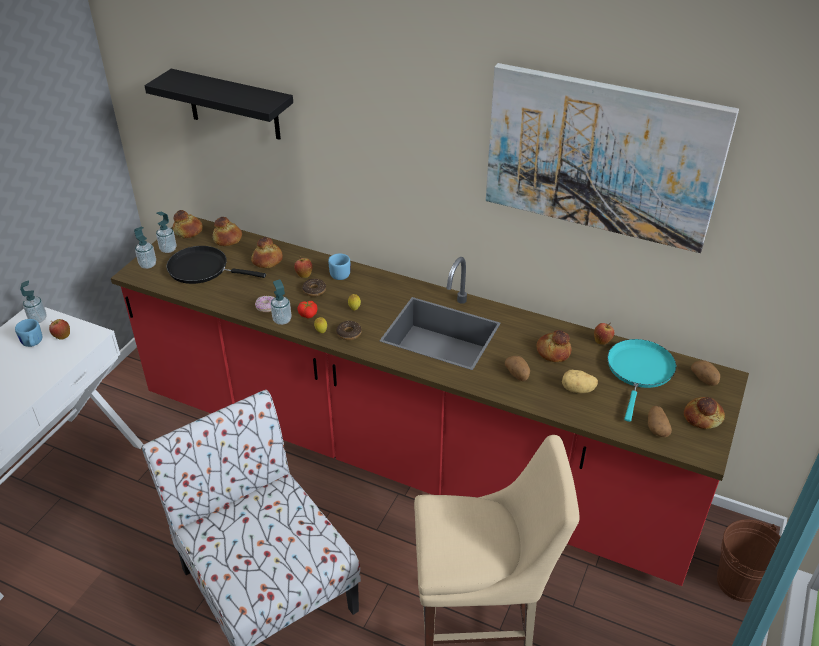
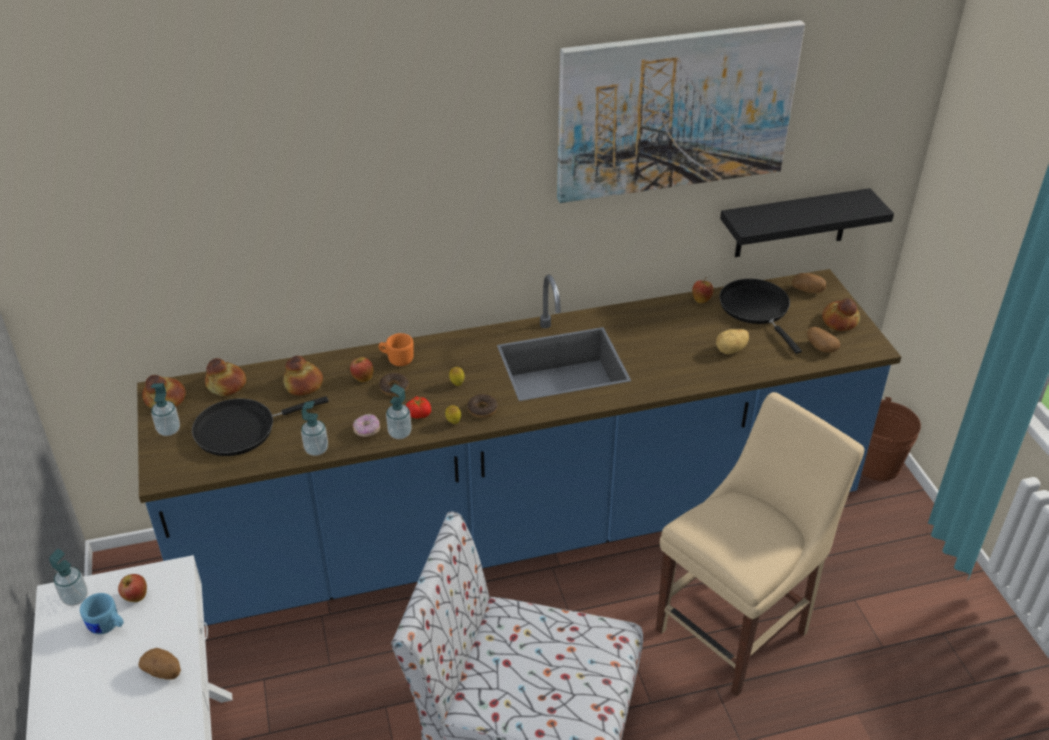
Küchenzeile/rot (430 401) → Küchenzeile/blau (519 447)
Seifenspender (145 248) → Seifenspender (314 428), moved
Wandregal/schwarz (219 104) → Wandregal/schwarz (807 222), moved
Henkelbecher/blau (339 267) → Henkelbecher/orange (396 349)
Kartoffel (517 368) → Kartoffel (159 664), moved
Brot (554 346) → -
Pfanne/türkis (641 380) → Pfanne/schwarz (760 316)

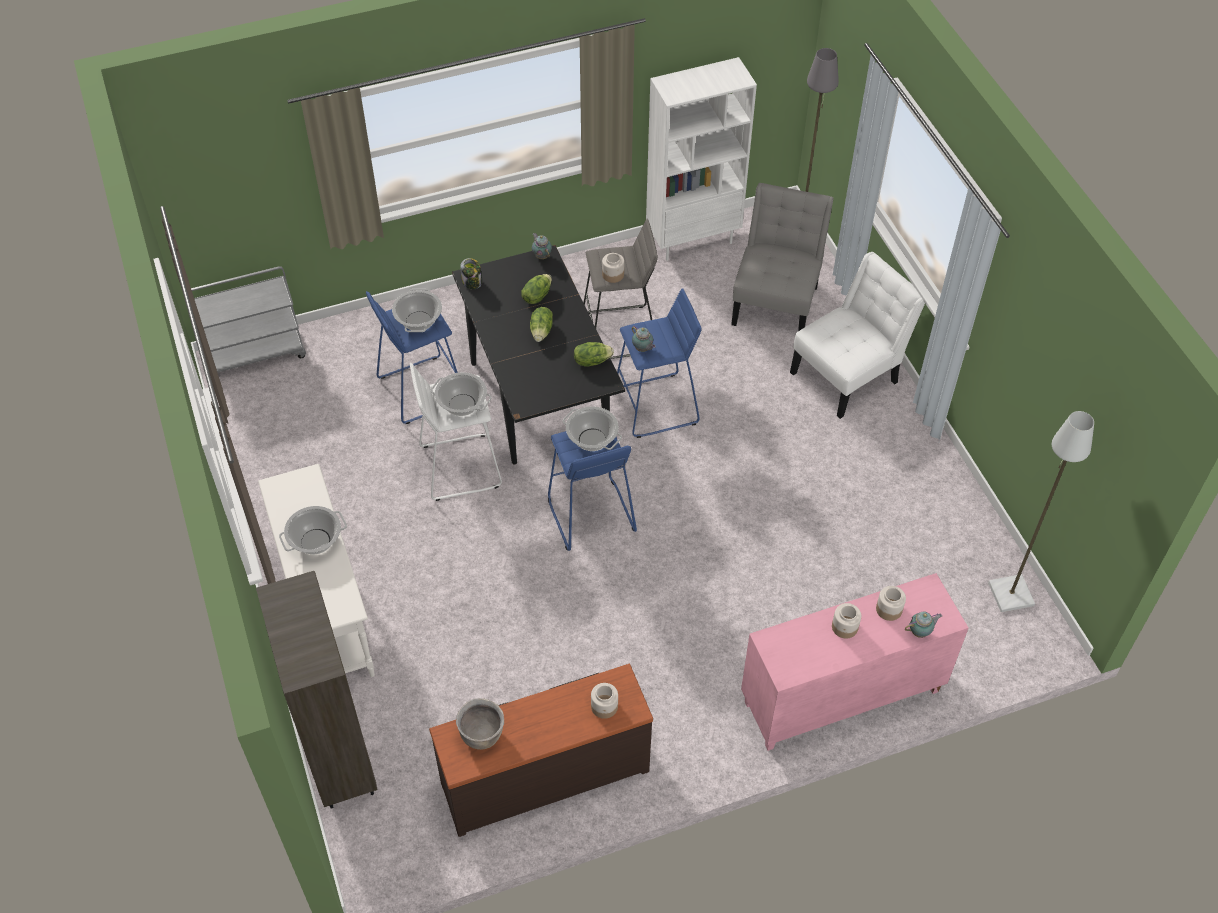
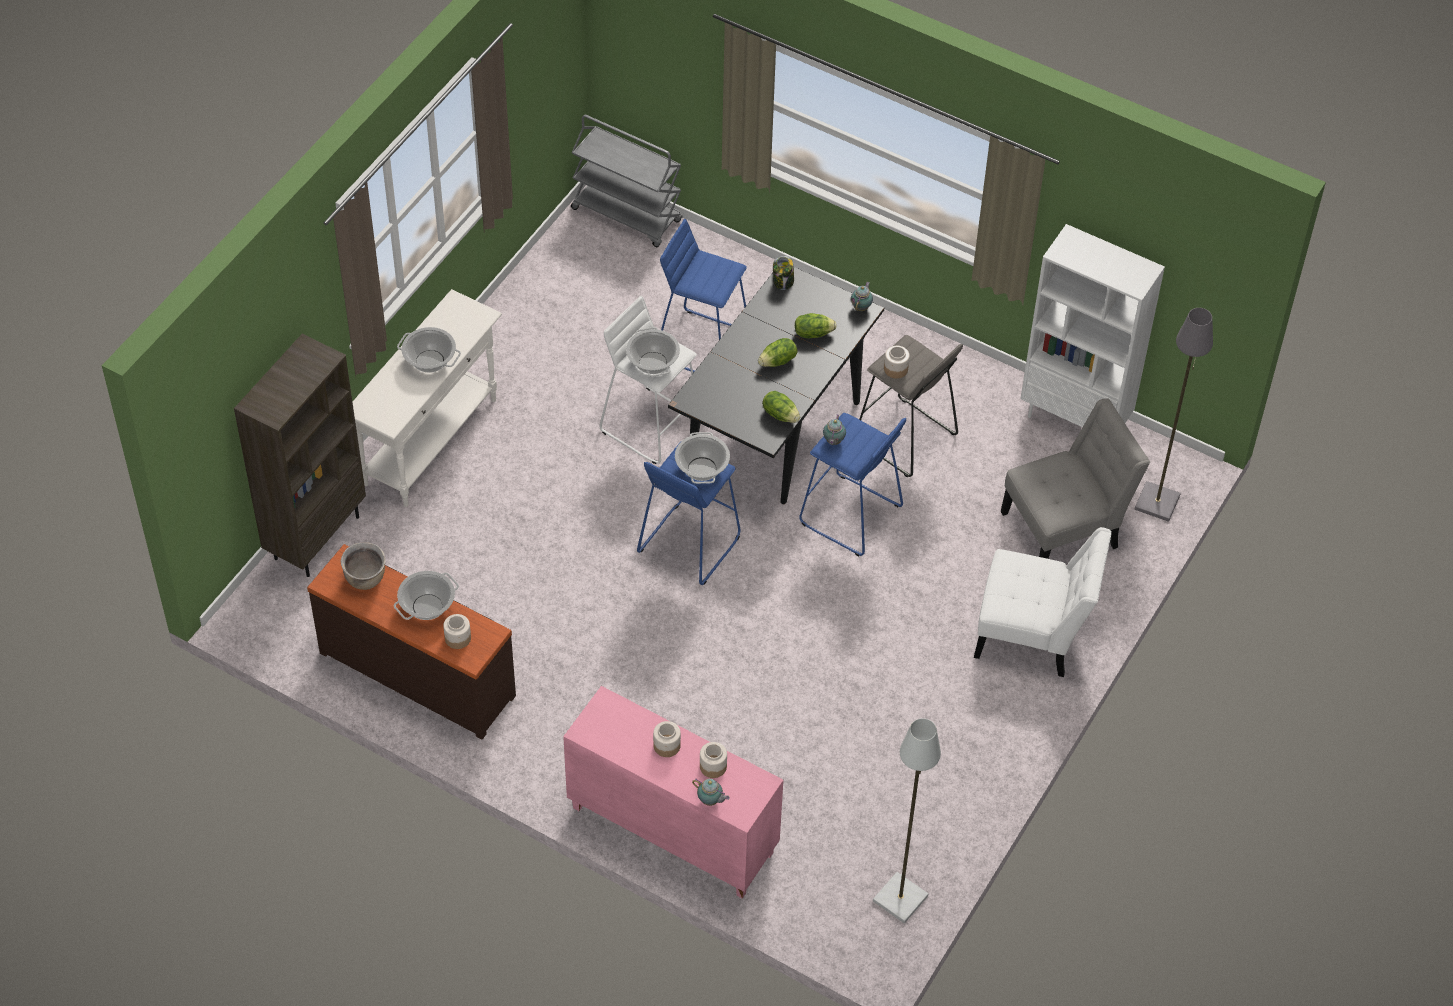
Kochtopf (417 310) → Kochtopf (426 595), moved

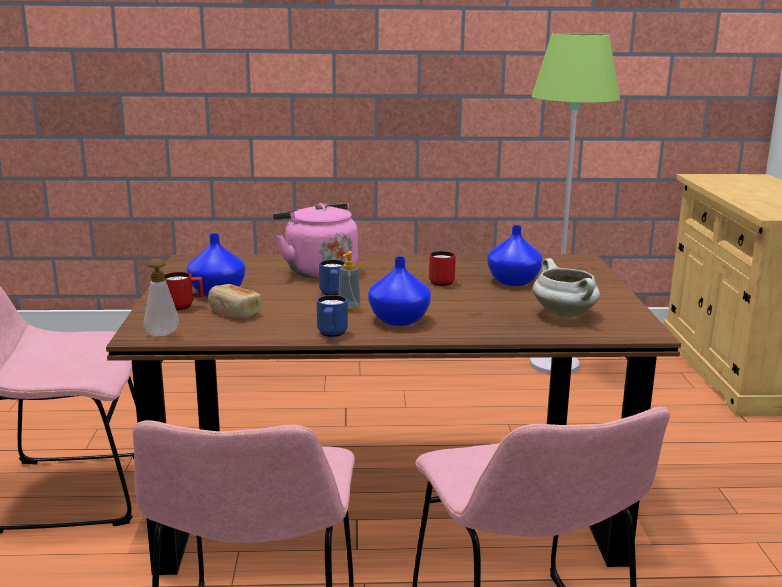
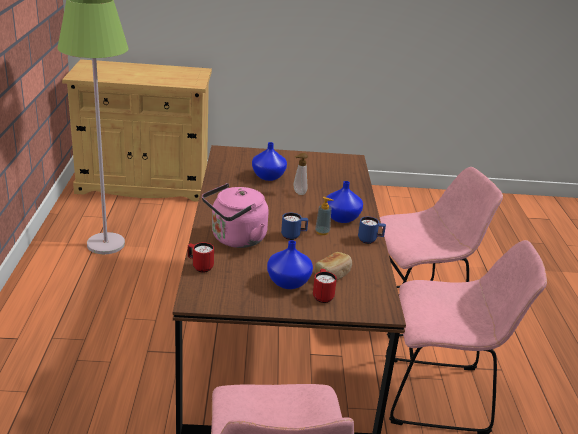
Seifenspender (161 297) → Seifenspender (301 174), moved
Henkelbecher/rot (442 268) → Henkelbecher/rot (201 257), moved
Kochtopf/weiß (566 288) → -

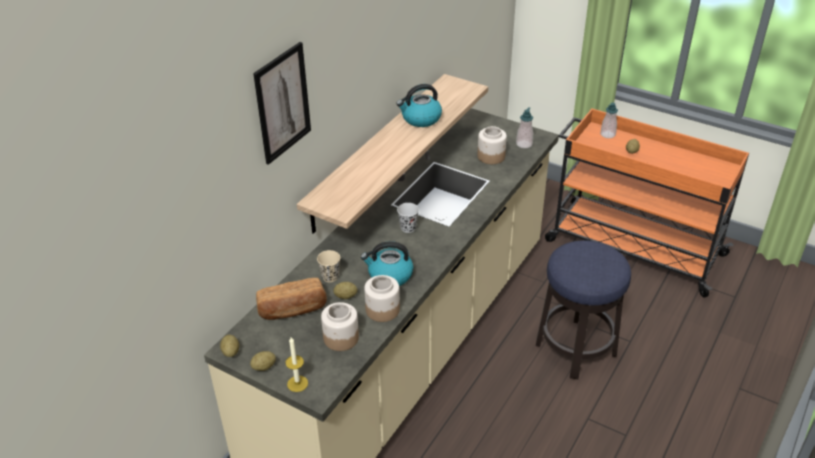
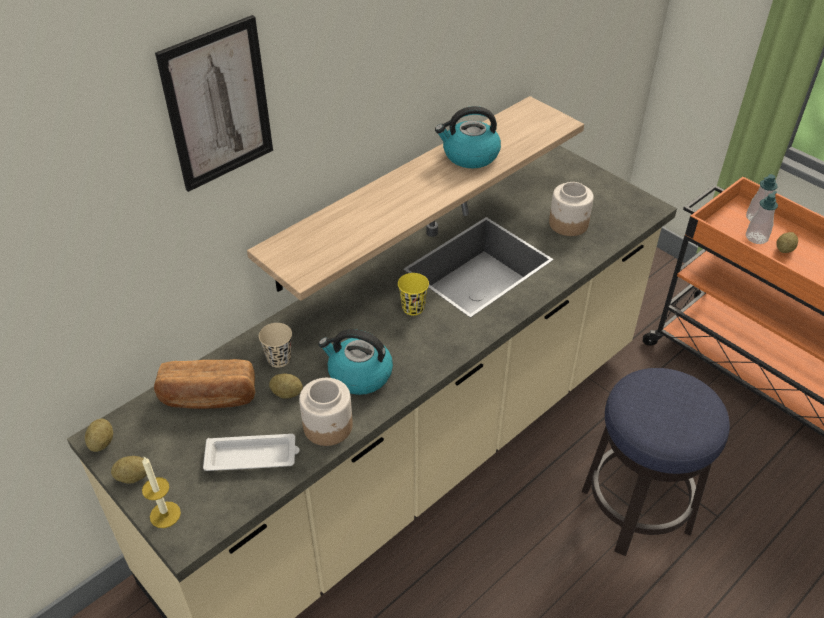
Vorratsglas (340 326) → Tablett/weiß (251 452)
Tasse/schwarz (408 218) → Tasse/gelb (413 294)
Seifenspender (524 127) → Seifenspender (762 217), moved

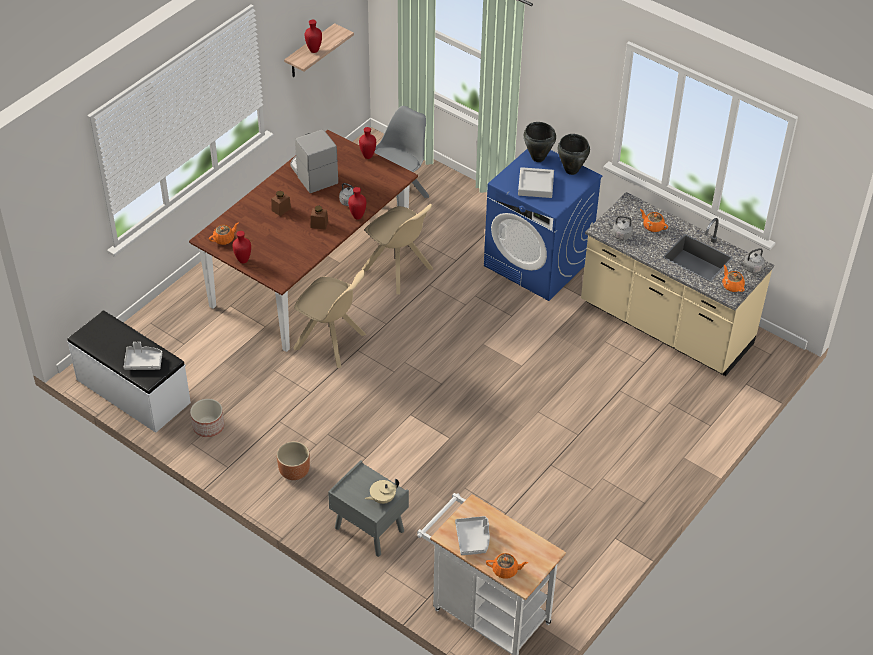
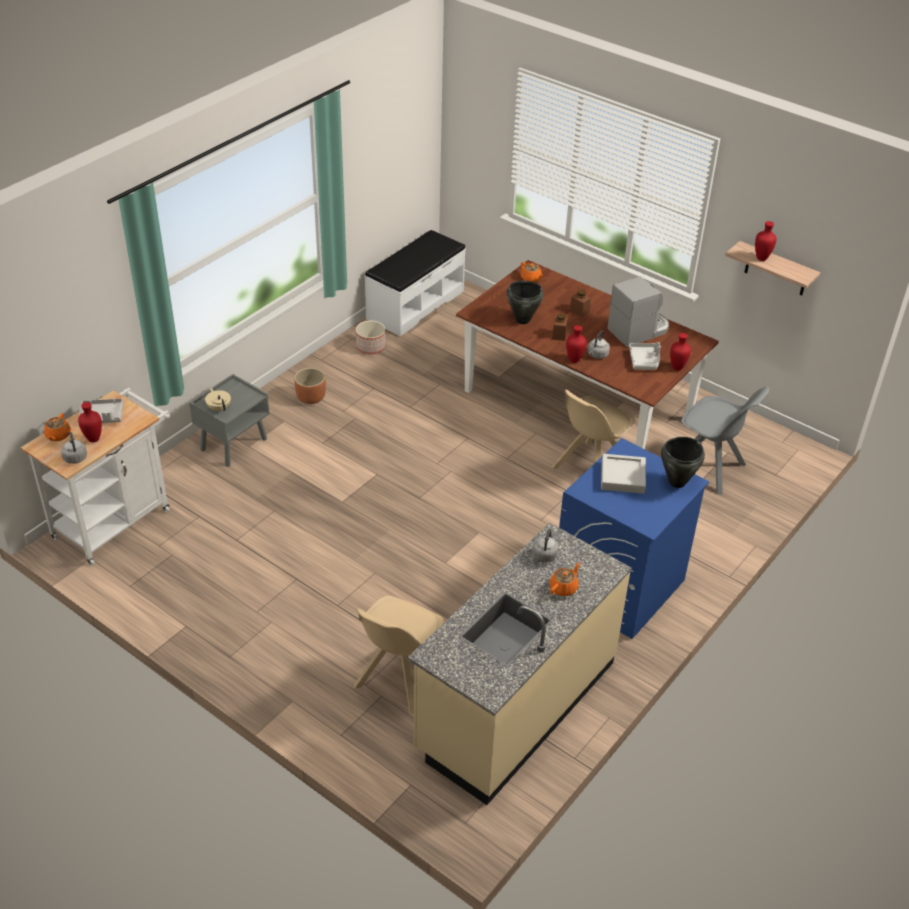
Tablett/grau (143 356) → Tablett/grau (645 356), moved
Vase/rot (241 247) → Vase/rot (90 422), moved
Stuhl/beige (329 319) → Stuhl/beige (399 655), moved
Kochtopf/schwarz (574 154) → Kochtopf/schwarz (525 302), moved
Teekanne/orange (733 278) → -
Wasserkessel/grau (752 260) → Wasserkessel/grau (74 448), moved

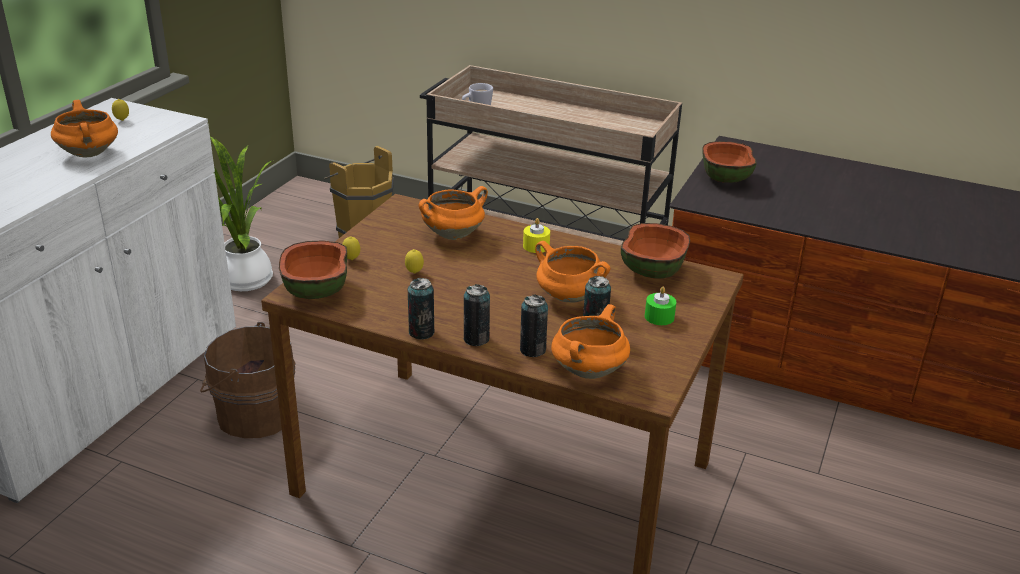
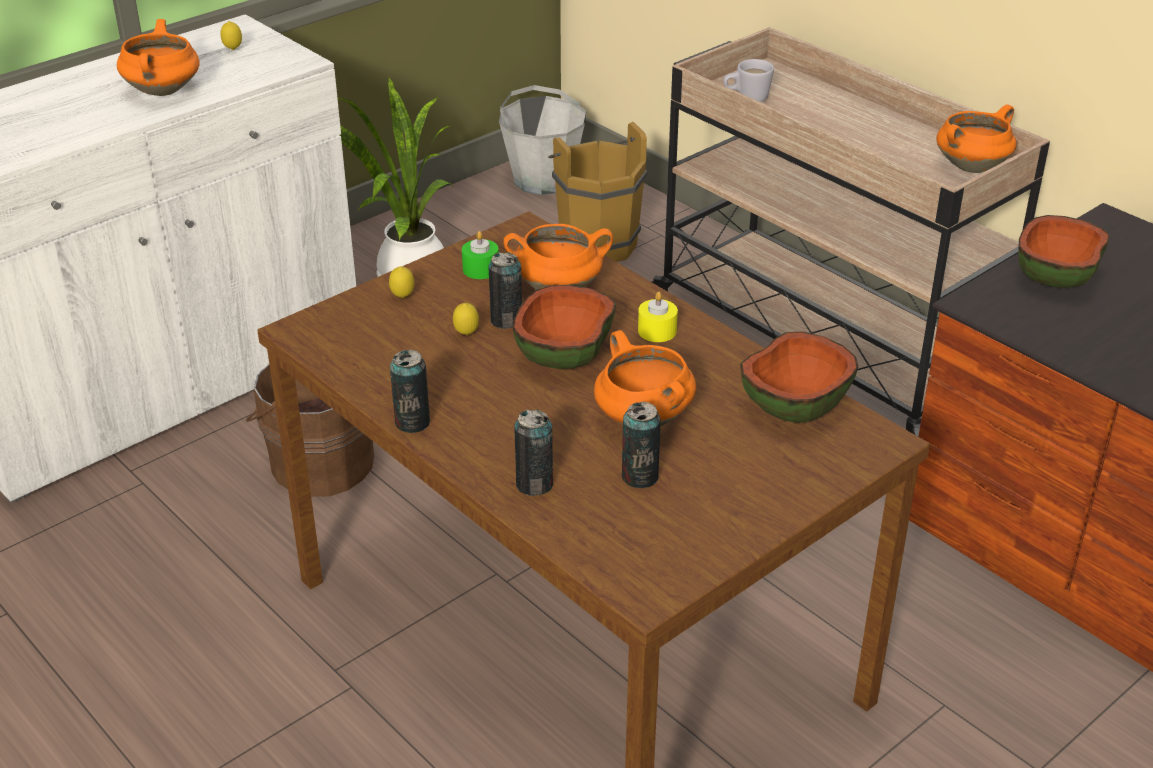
Schüssel (313 269) → Schüssel (564 327), moved
Dose (477 315) → Dose (505 290), moved
Kochtopf/orange (590 341) → Kochtopf/orange (976 138), moved
Kerze/grün (660 306) → Kerze/grün (480 255), moved
- → Eimer/grau (542 140)

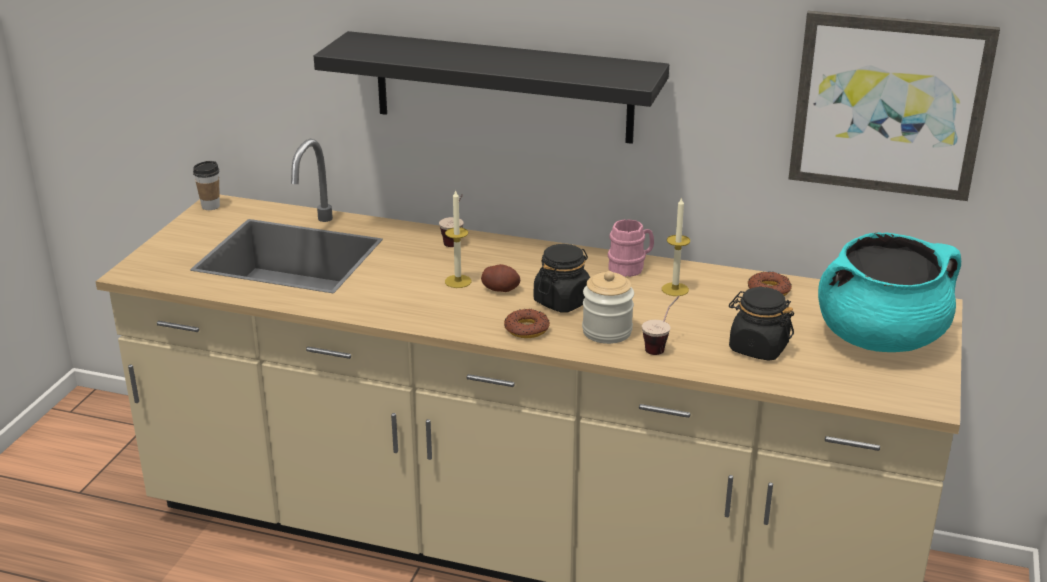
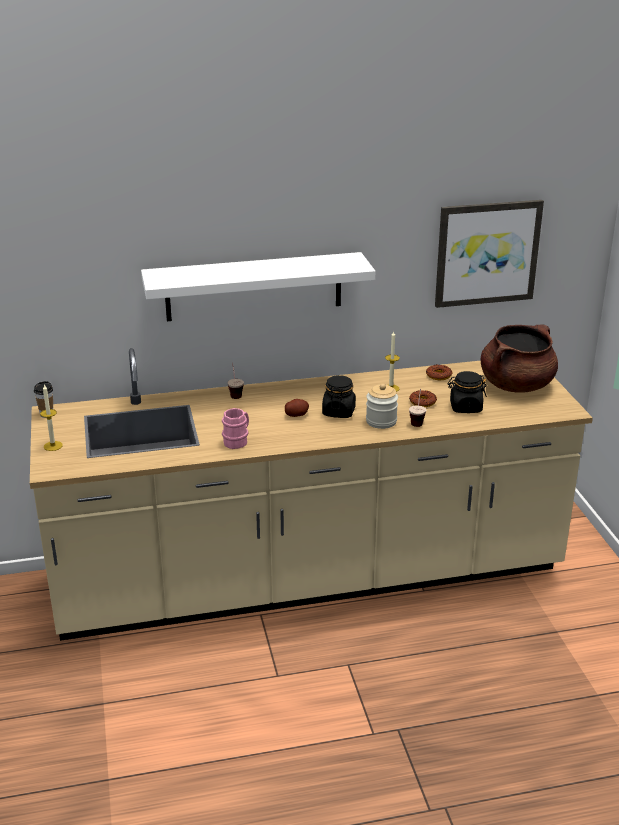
Wandregal/schwarz (491 87) → Wandregal/weiß (258 286)
Kerze (458 238) → Kerze (51 417), moved
Donut (527 323) → Donut (423 398), moved
Henkelbecher/rosa (631 248) → Henkelbecher/rosa (235 428), moved
Kochtopf/türkis (889 292) → Kochtopf/braun (519 359)

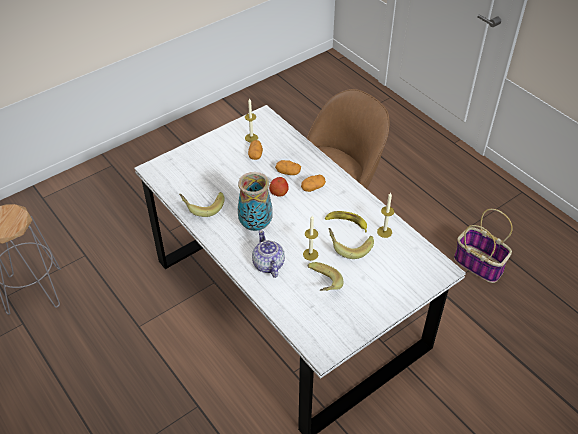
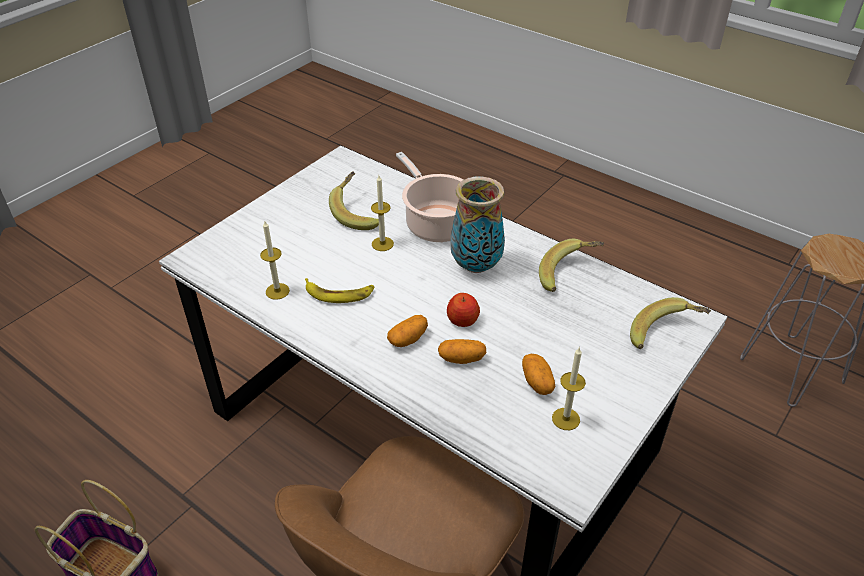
Teekanne (268 254) → Kochtopf (429 197)
Banane (351 243) → Banane (670 323), moved

